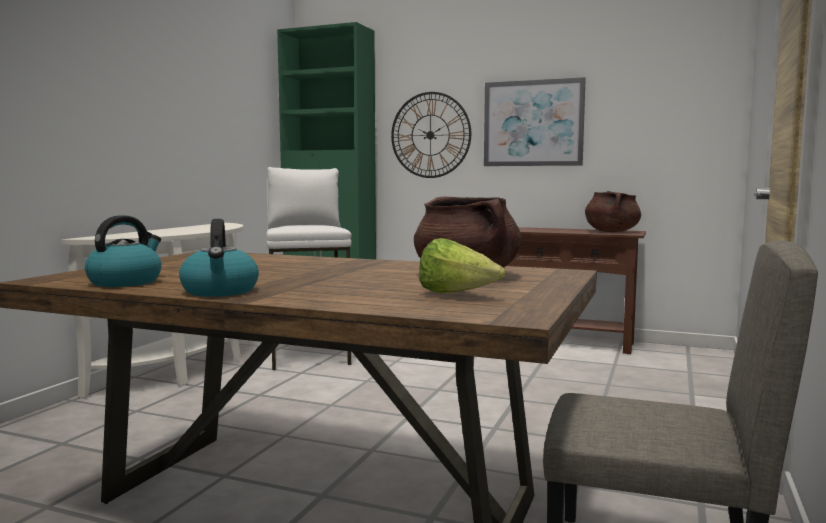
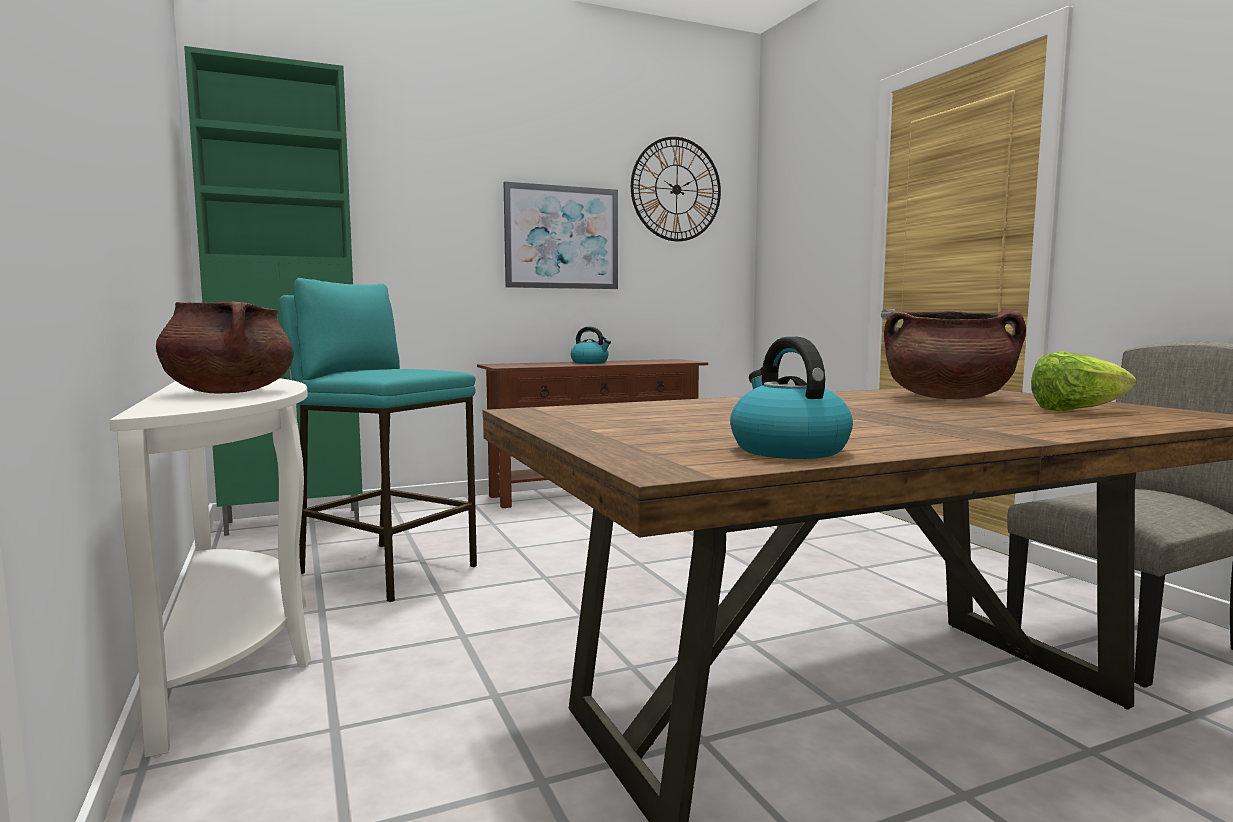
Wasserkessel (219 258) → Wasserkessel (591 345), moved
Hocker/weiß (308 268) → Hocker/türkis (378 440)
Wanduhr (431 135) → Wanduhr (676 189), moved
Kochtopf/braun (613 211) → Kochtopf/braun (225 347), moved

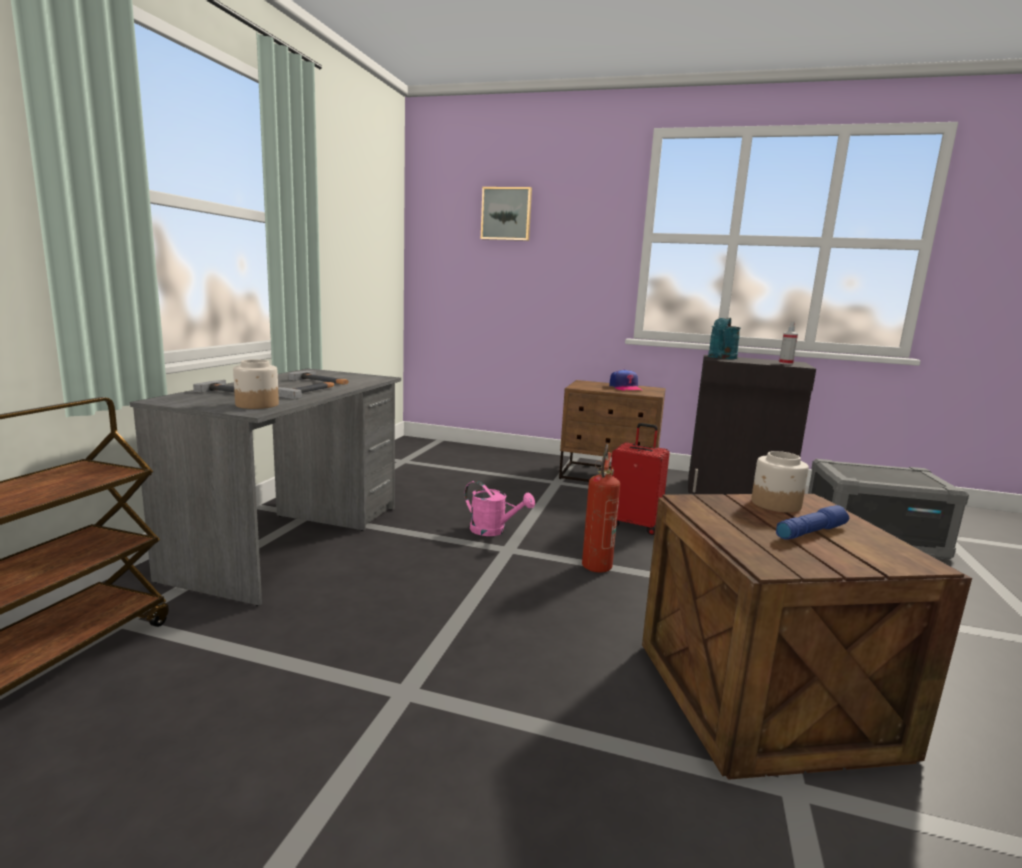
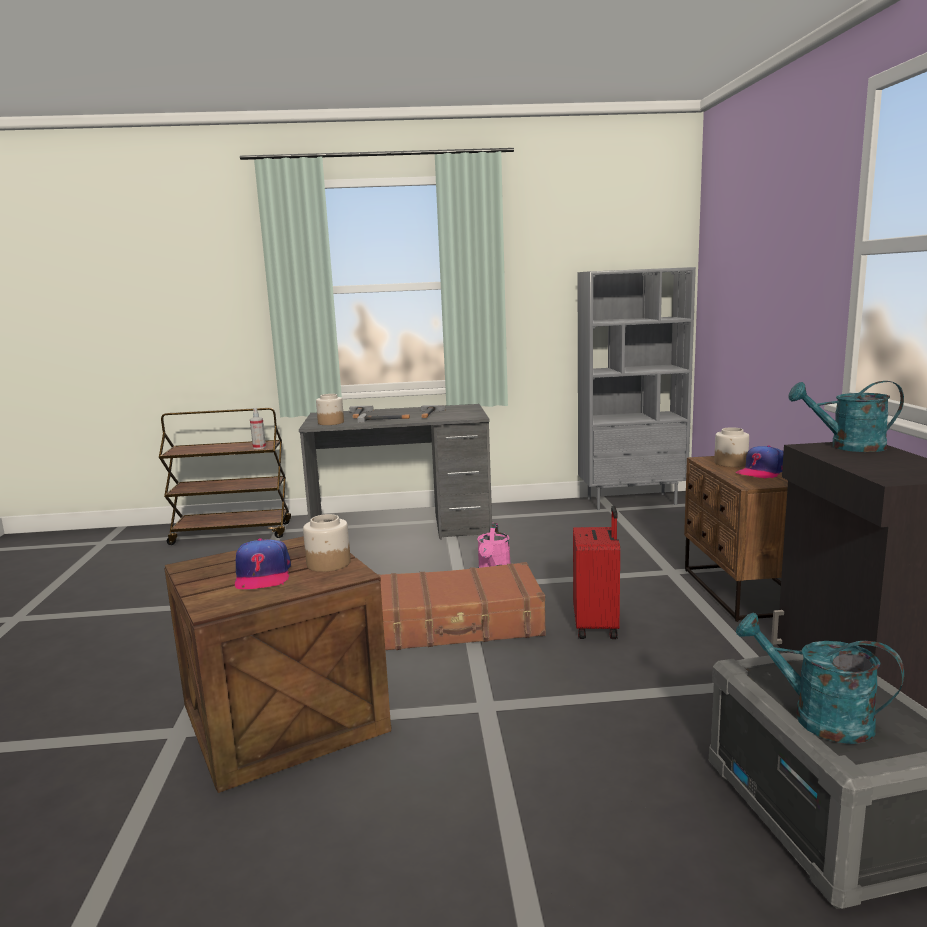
Bild (506 214) → -
Feuerlöscher (601 508) → Koffer/braun (461 606)
Taschenlampe/blau (812 522) → Kappe (263 563)
Sprühflasche (788 343) → Sprühflasche (258 428), moved
- → Bücherregal/grau (637 388)
- → Vorratsglas (731 447)
- → Gießkanne/türkis (820 678)

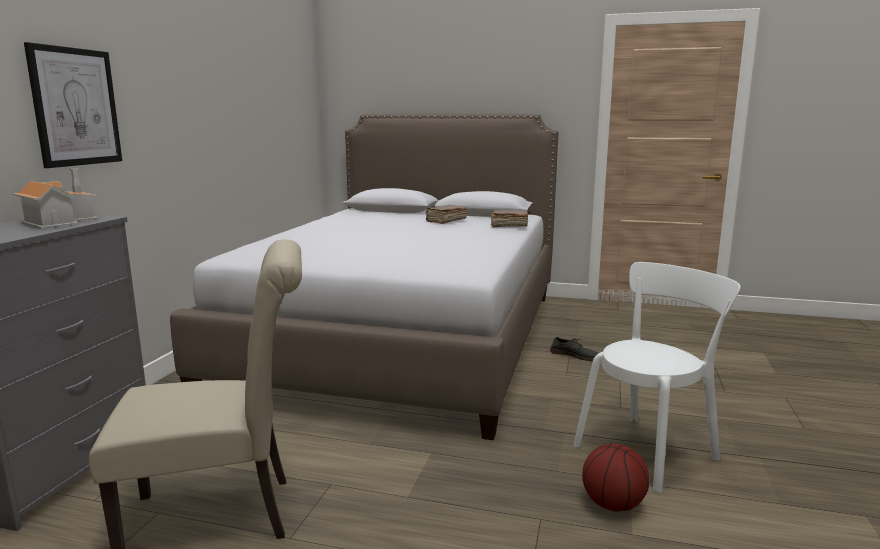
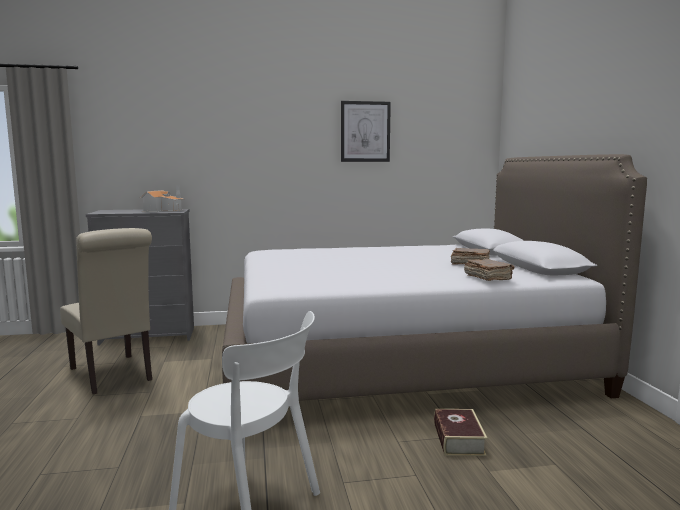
Bild (73 105) → Bild (366 131), moved
Schuh/grau (574 349) → Buch (460 432)
Basketball (616 478) → -

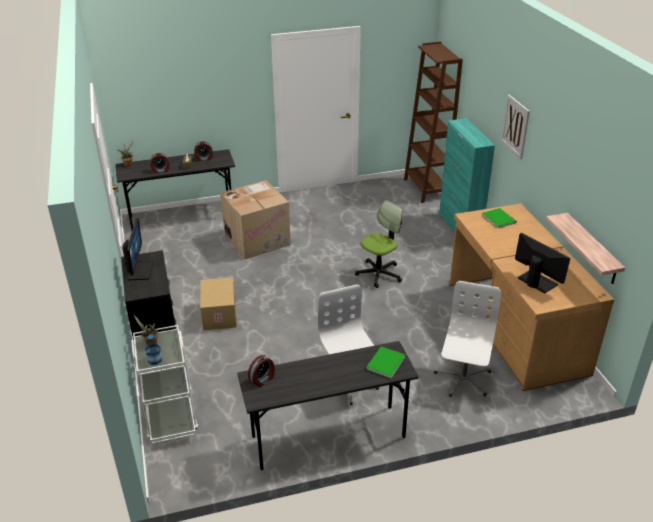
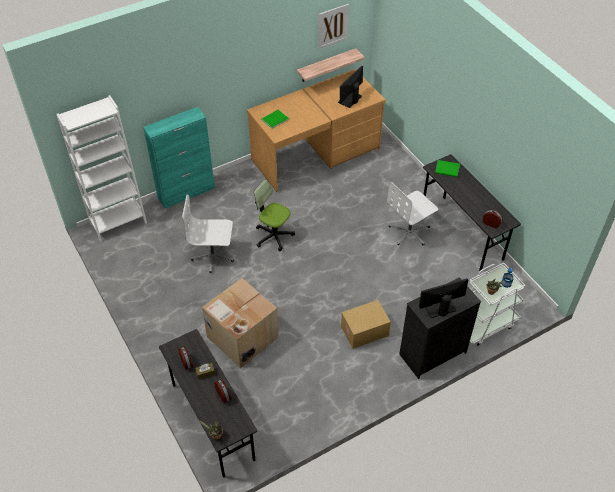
Bücherregal/braun (433 122) → Bücherregal/weiß (102 168)
Bürostuhl/weiß (467 339) → Bürostuhl/weiß (208 234), moved
Bild (515 126) → Bild (333 26), moved

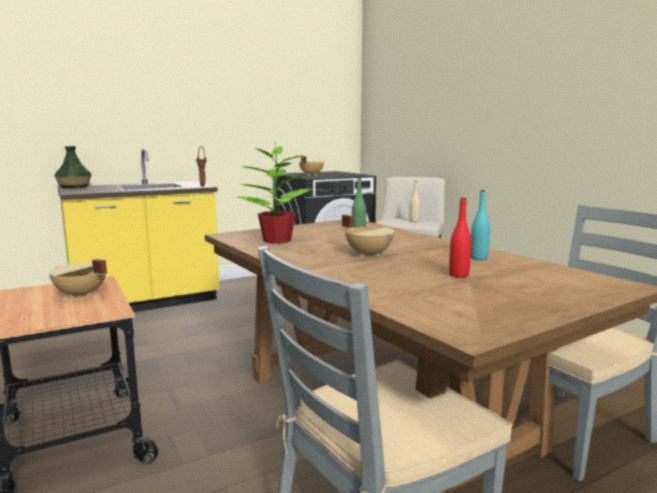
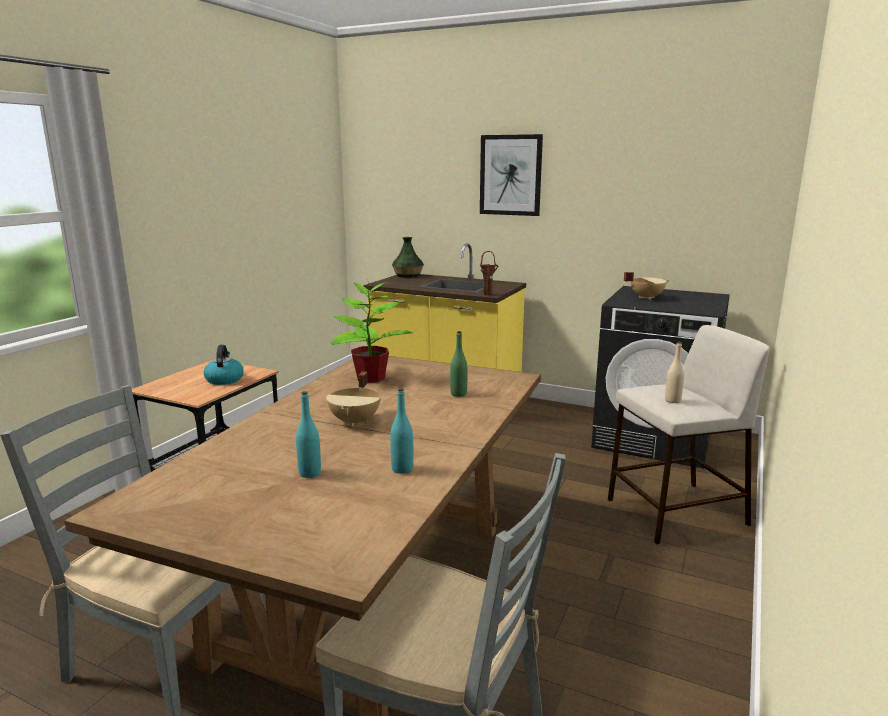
Kochtopf/beige (78 278) → Wasserkessel (223 365)
Flasche/rot (460 238) → Flasche/türkis (308 434)
- → Bild (511 175)

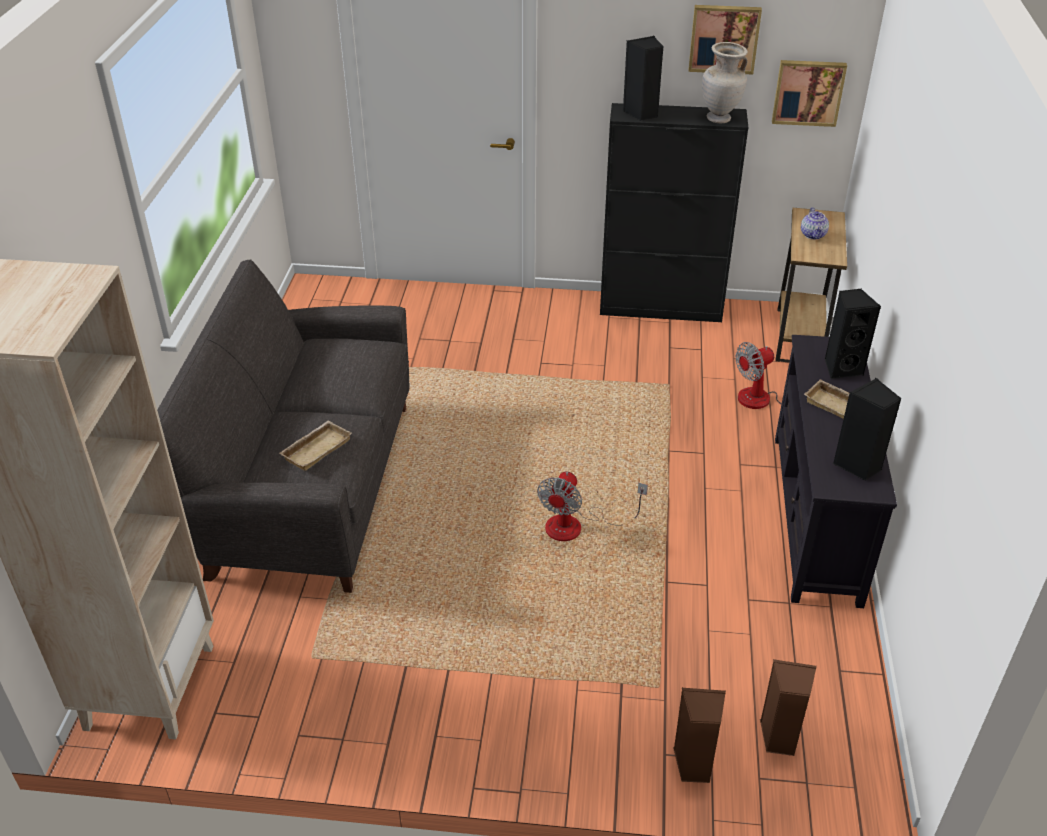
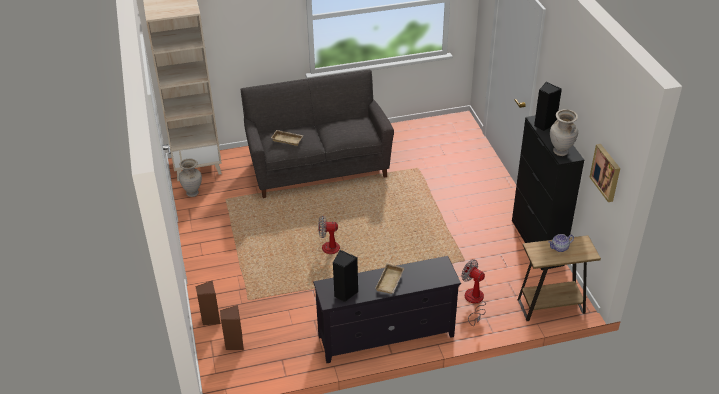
Bild (725 40) → -
Lautsprecher/schwarz (853 334) → -
- → Vase/beige (190 178)

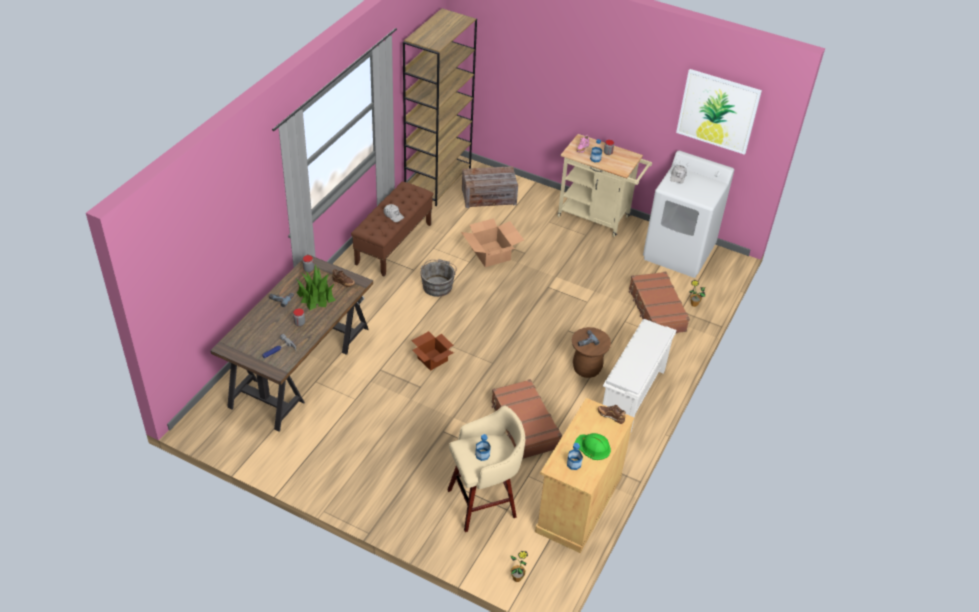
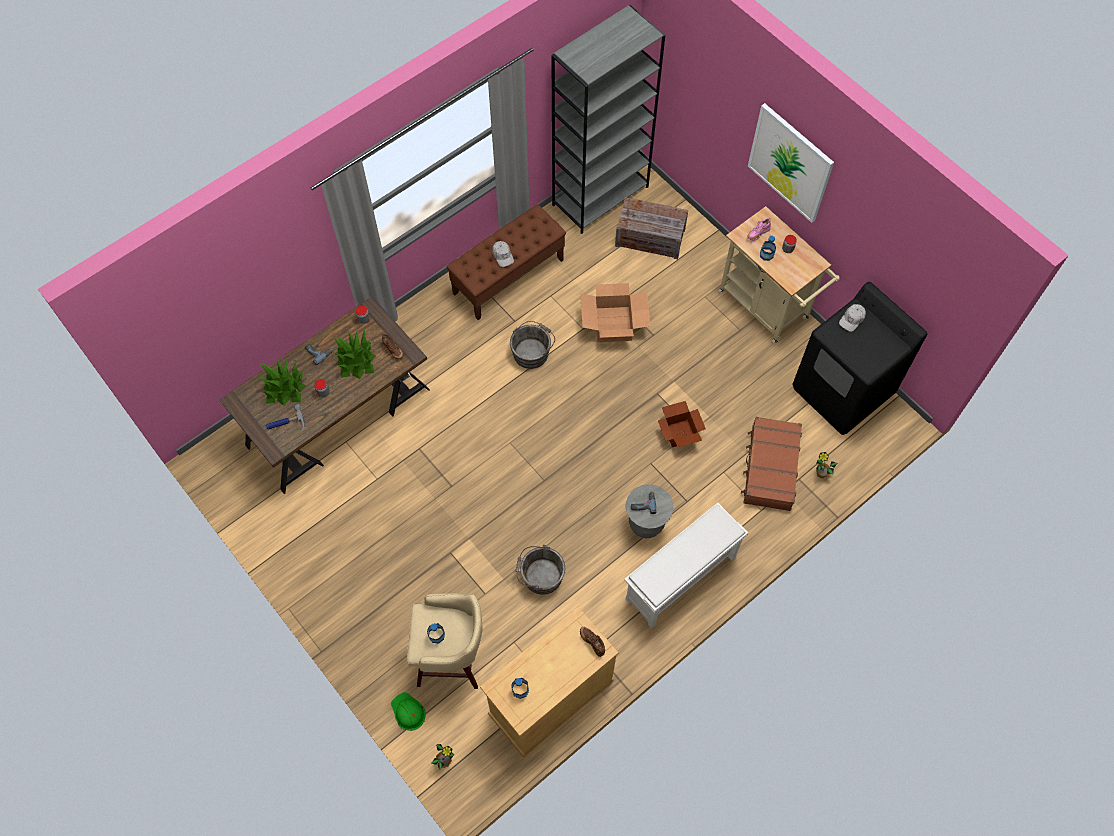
Bücherregal/braun (440 107) → Bücherregal/grau (608 119)
Karton (432 351) → Karton (682 424), moved
Koffer/braun (527 419) → Eimer/grau (540 570)
Hocker/braun (591 352) → Hocker/grau (649 511)
Schutzhelm/grün (593 446) → Schutzhelm/grün (408 711), moved
Waschmaschine/weiß (688 214) → Waschmaschine/schwarz (860 358)
Bild (719 112) → Bild (791 163), moved
- → Topfpflanze (282 382)

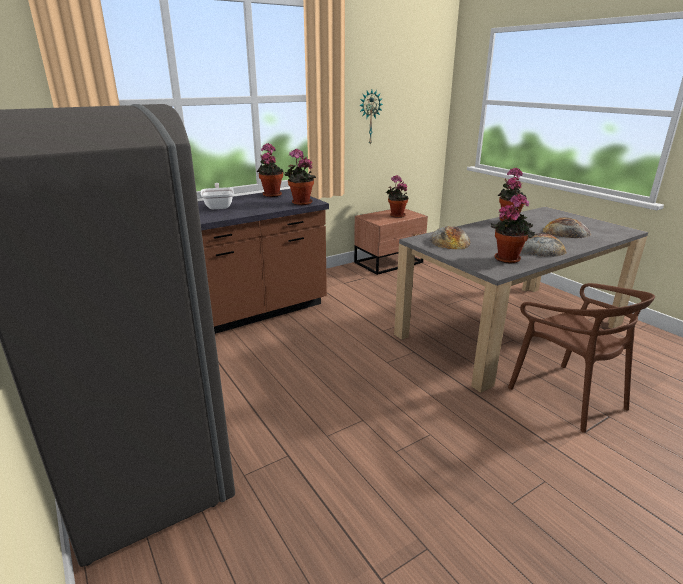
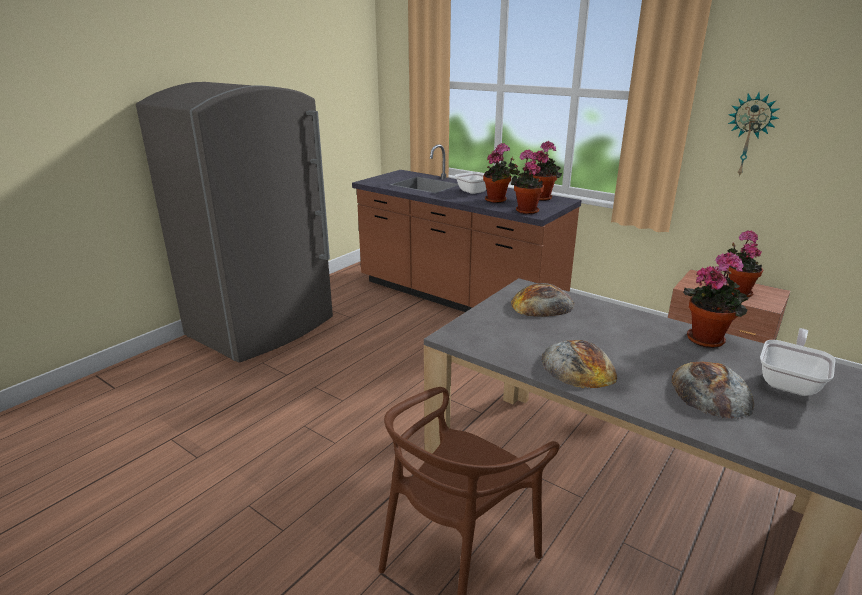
Topfpflanze (513 228) → Topfpflanze (499 173), moved
- → Pfanne (797 362)

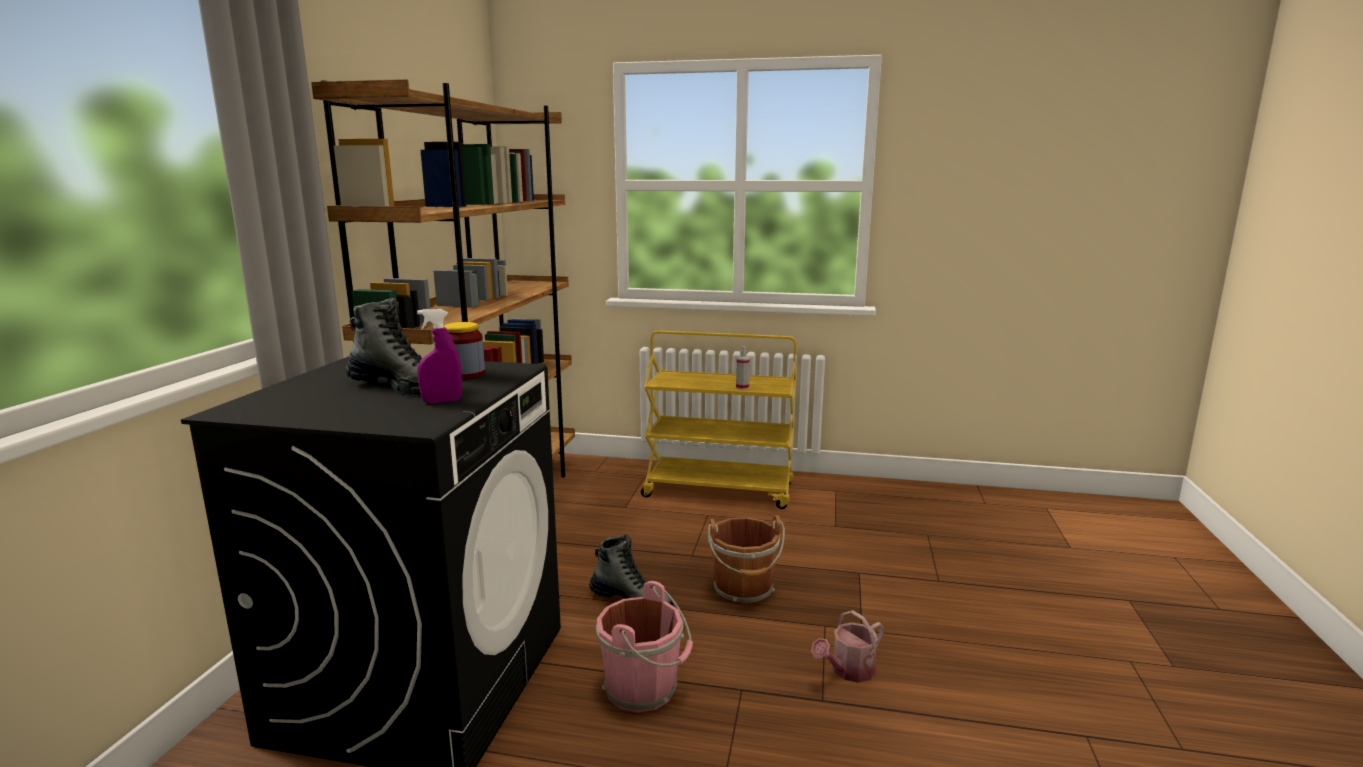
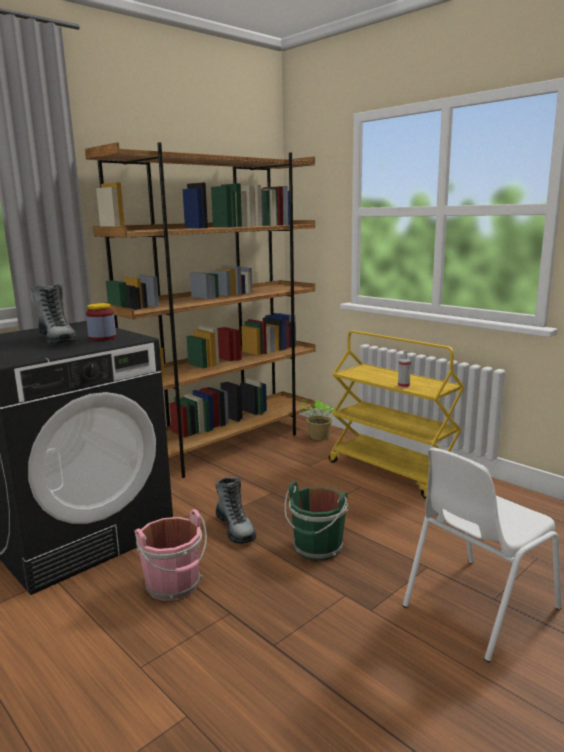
Sprühflasche/lila (439 356) → -
Eimer/braun (746 560) → Eimer/grün (316 521)
Gießkanne (847 646) → -
- → Topfpflanze (317 420)
- → Stuhl/weiß (482 554)

